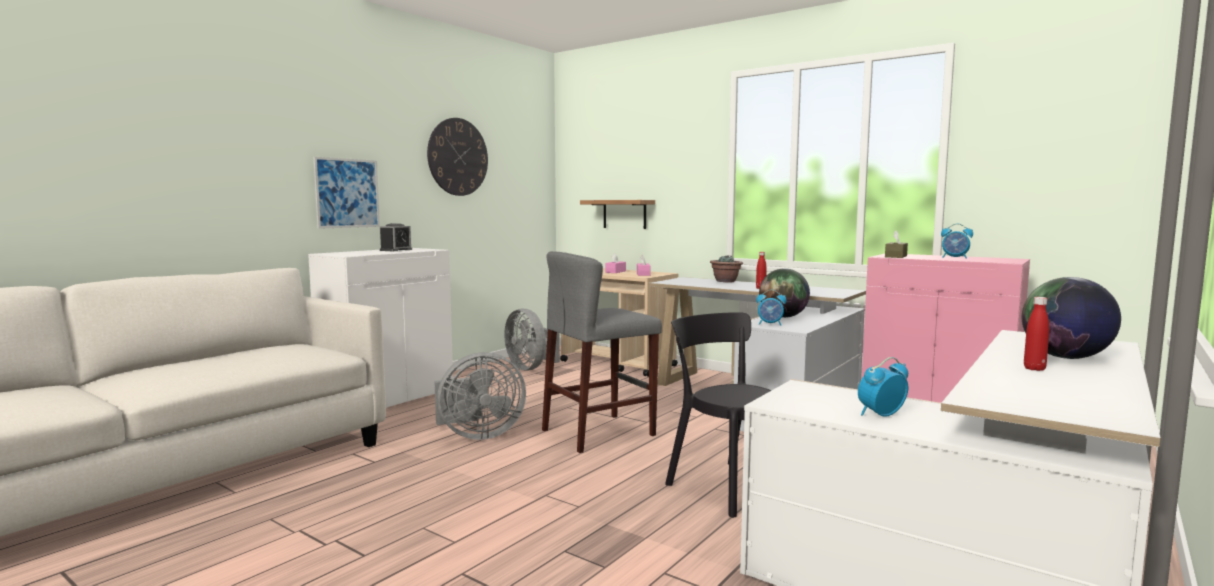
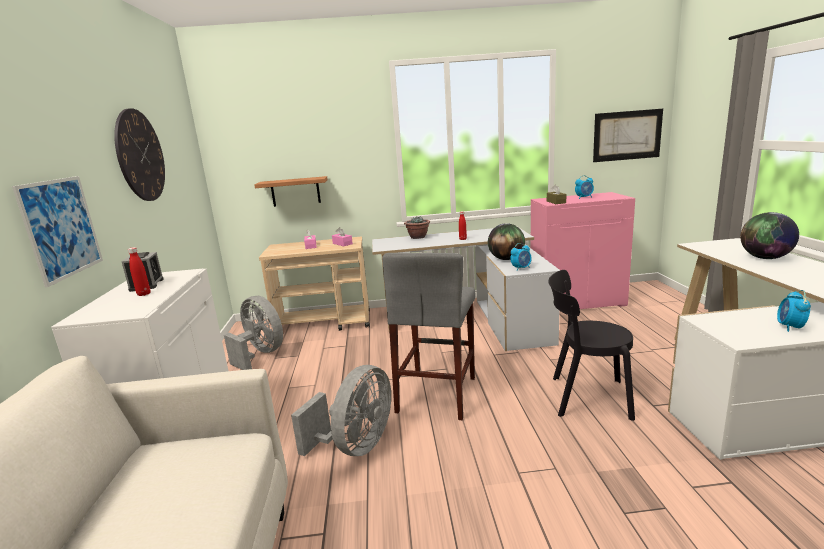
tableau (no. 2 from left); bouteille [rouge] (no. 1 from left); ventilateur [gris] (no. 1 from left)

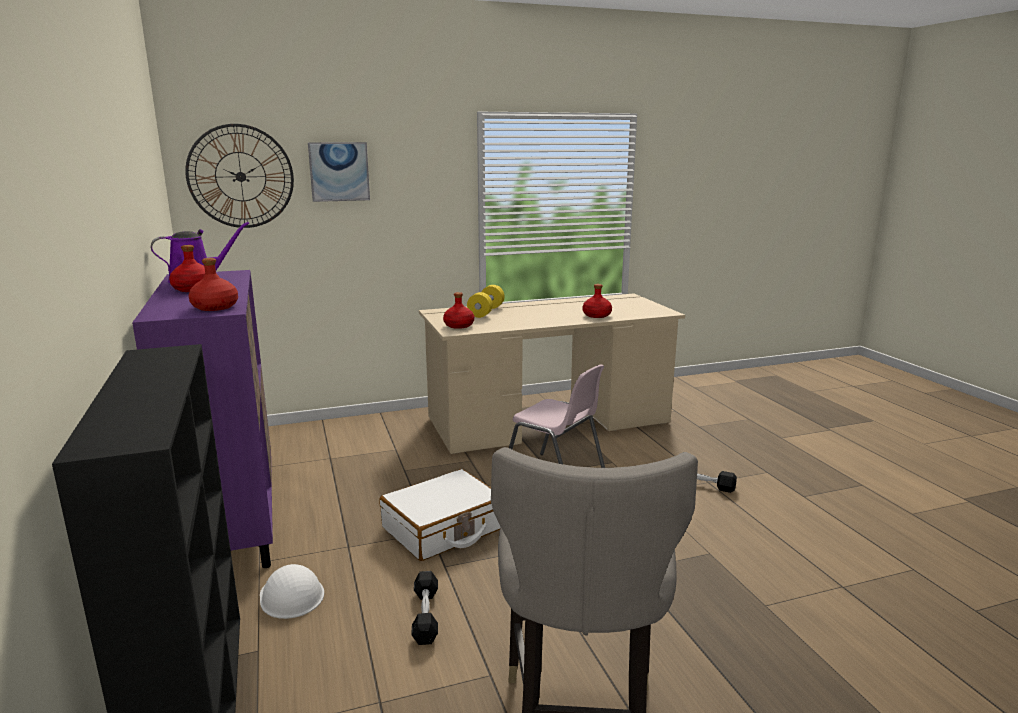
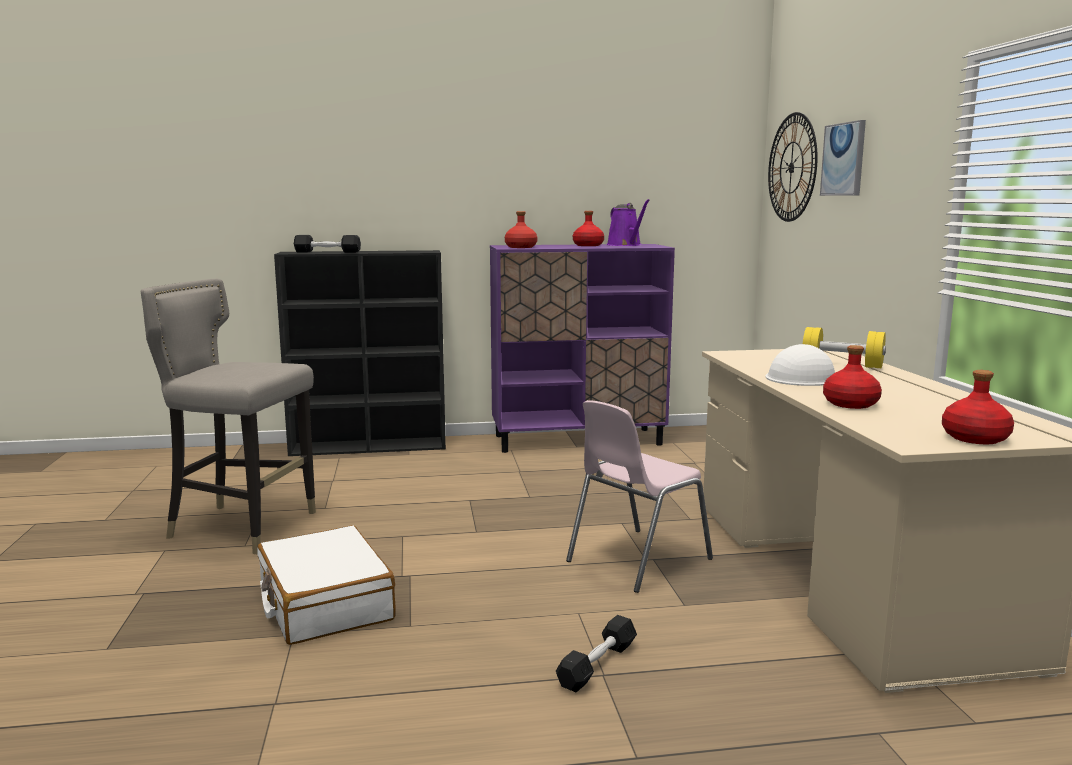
casque de chantier [blanc]; valise [blanc]; haltère [noir] (no. 1 from left); bouteille [rouge] (no. 4 from left)

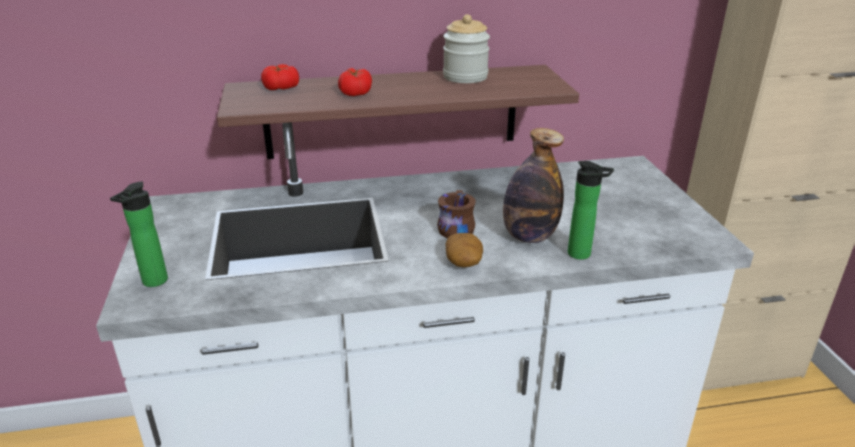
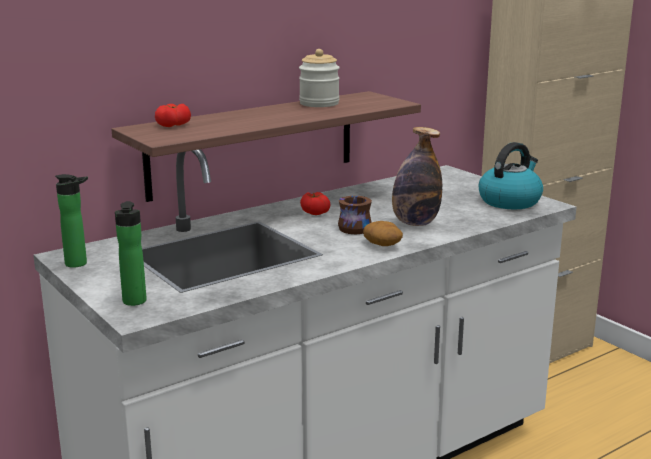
bouilloire; tomate (no. 2 from left); bouteille (no. 1 from left)

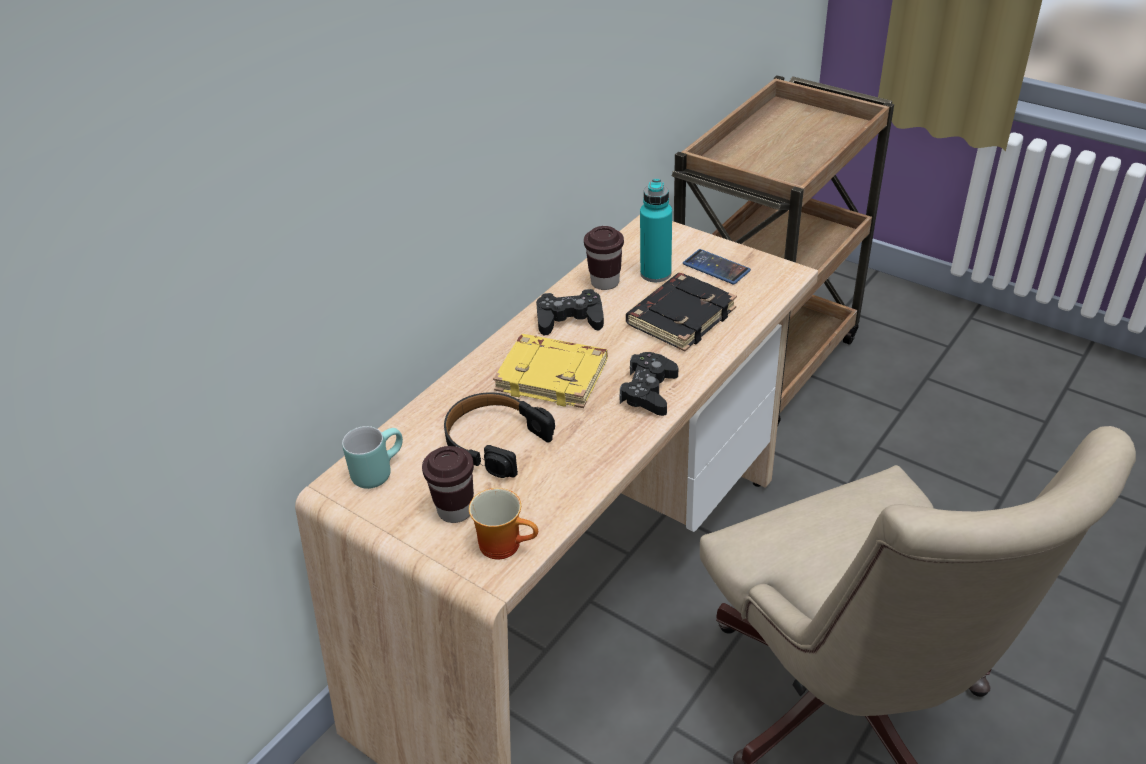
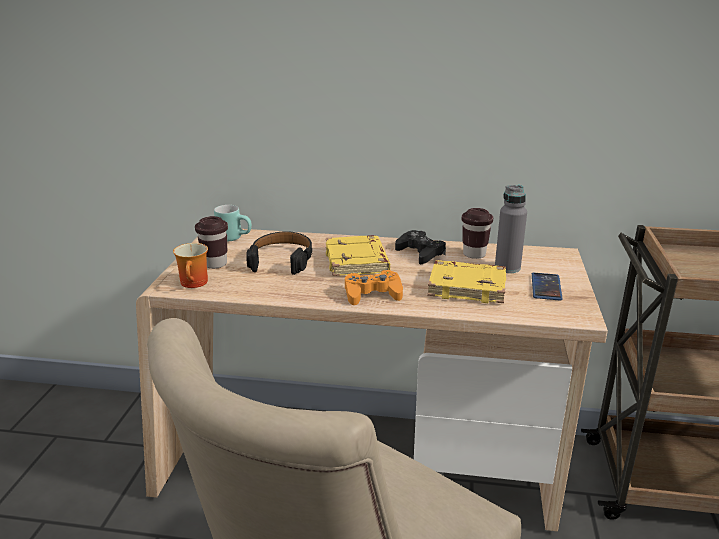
manette [orange]; livre [jaune] (no. 2 from left); bouteille [gris]

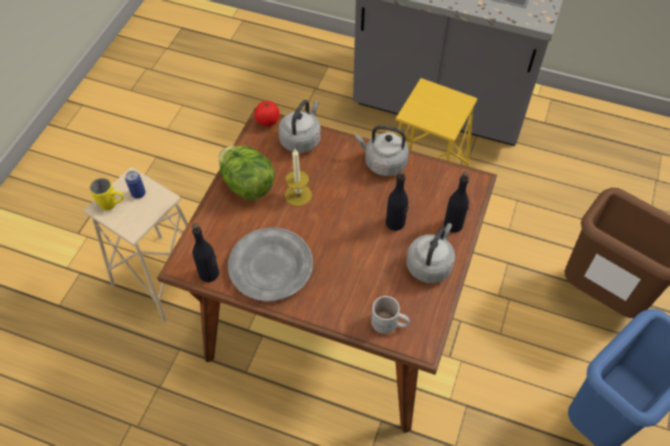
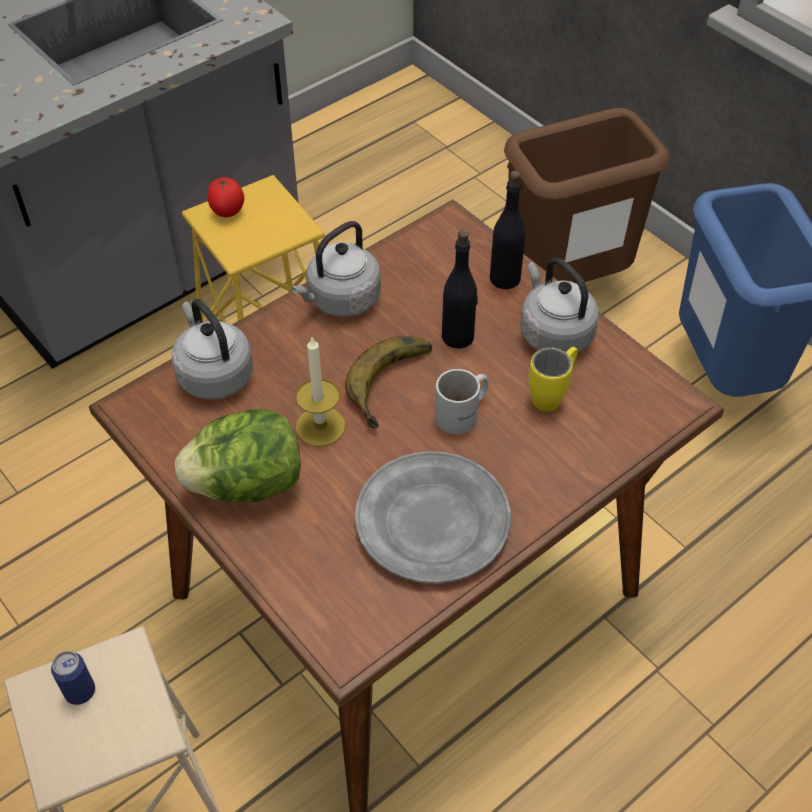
bouteille [noir] (no. 1 from left in the first image); banane; mug [jaune]; tomate; mug [blanc]

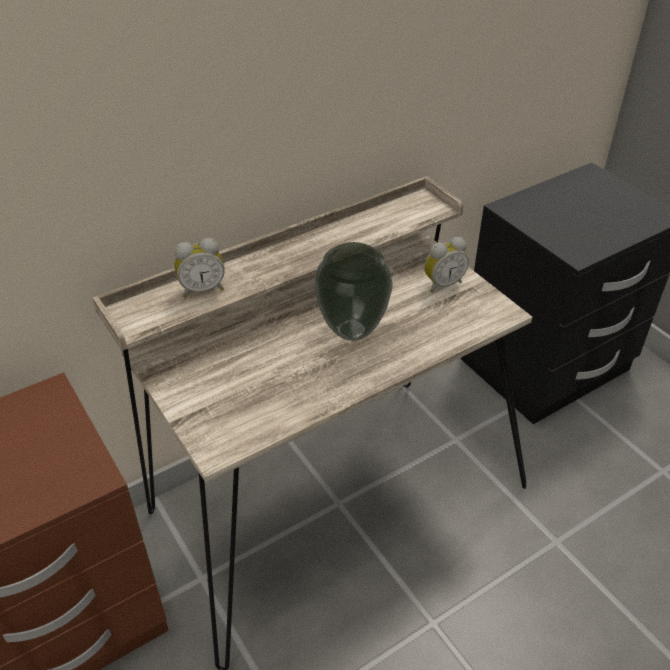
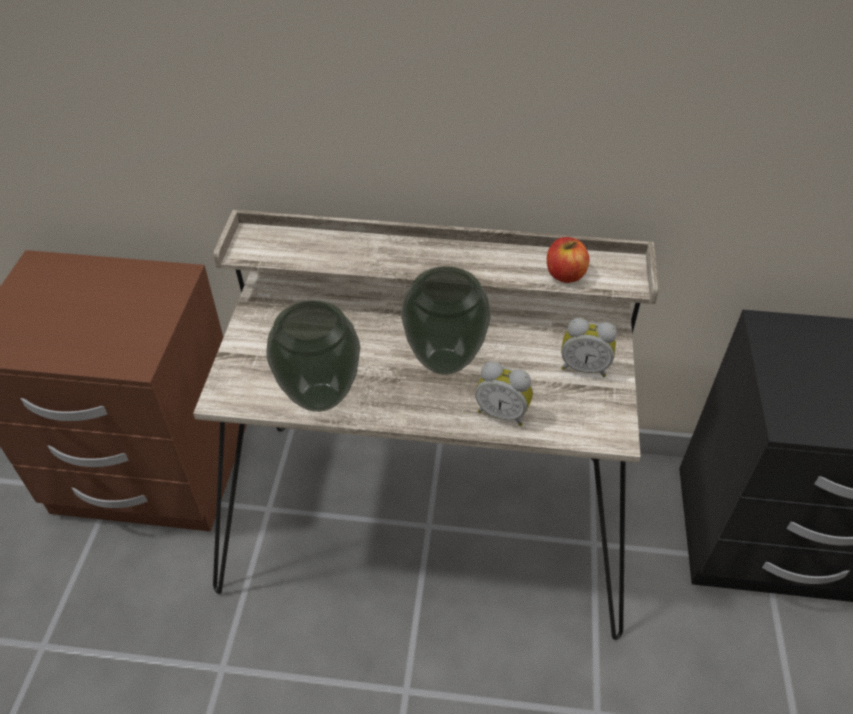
vase (no. 1 from left); pomme; réveil (no. 1 from left)

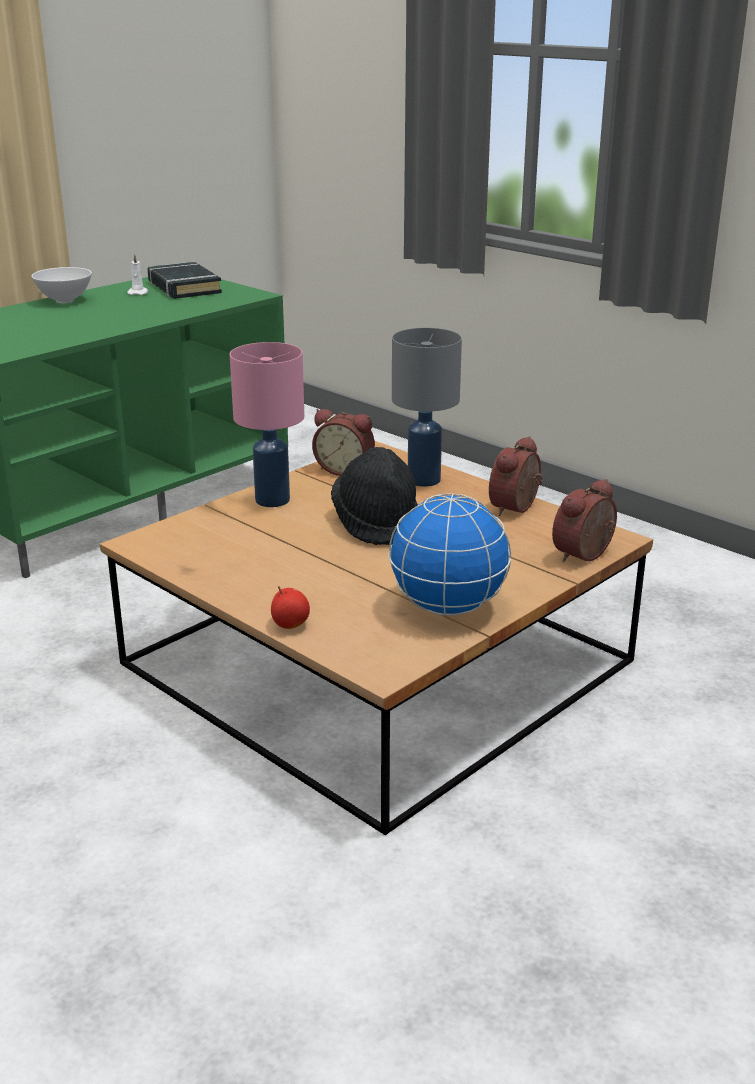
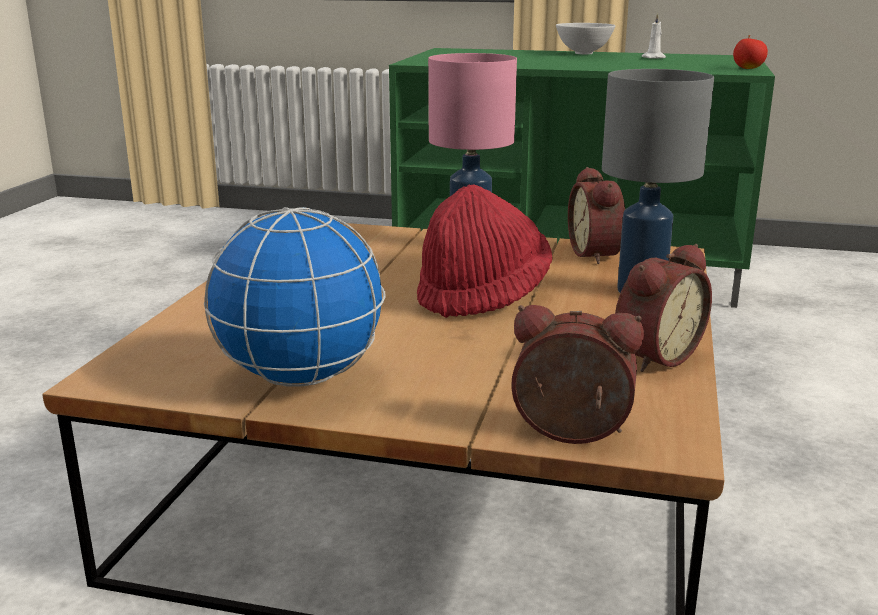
livre [noir]; pomme; chapeau [rouge]; réveil (no. 3 from left)

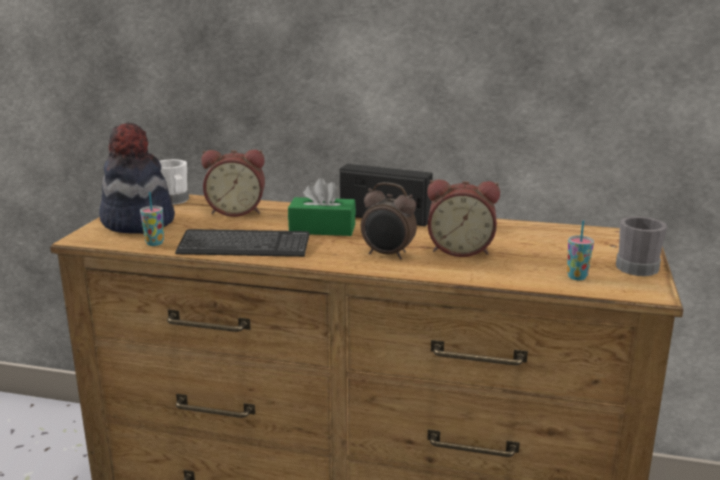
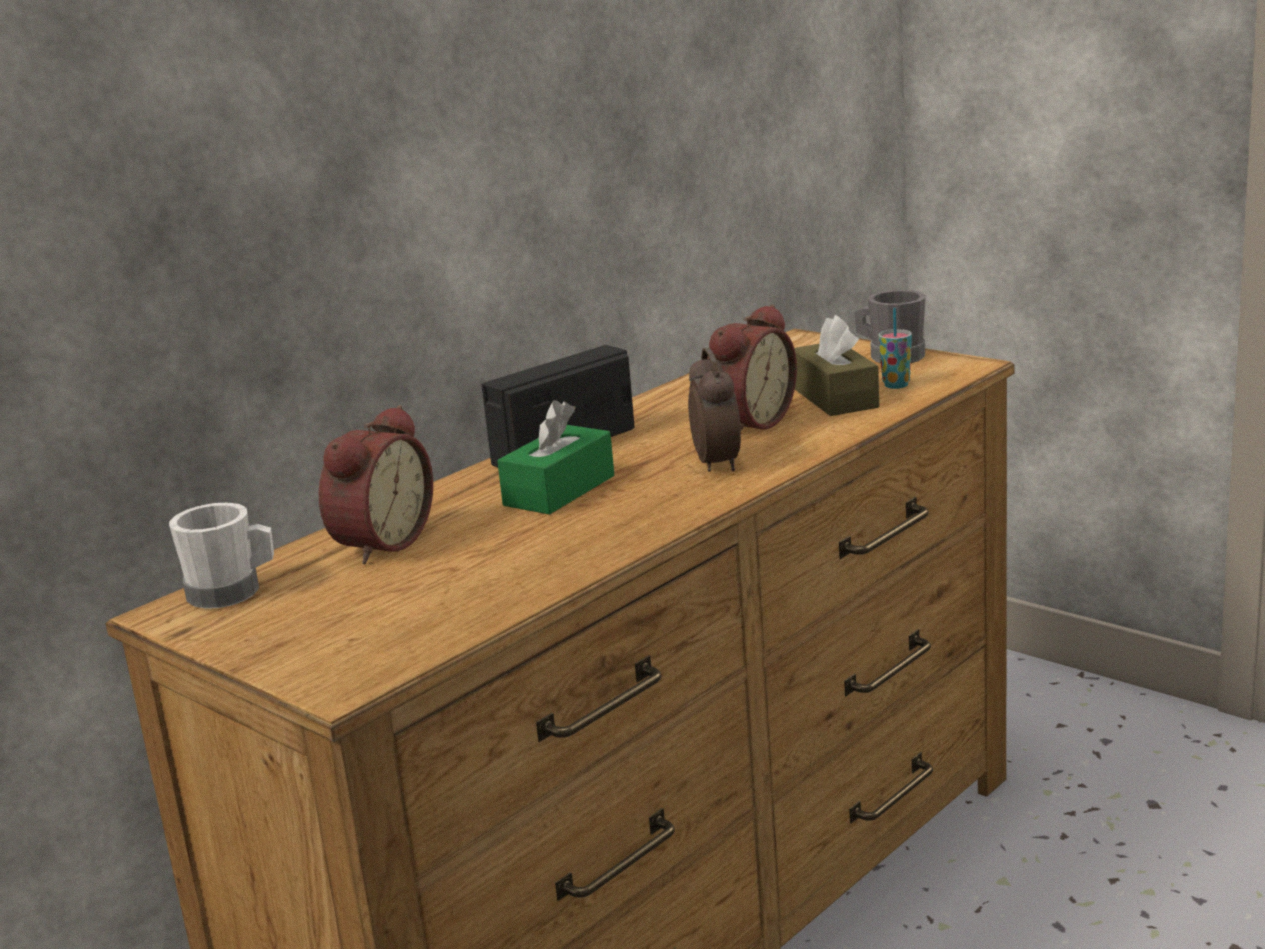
chapeau; tasse (no. 1 from left in the first image); clavier; boîte à mouchoirs [marron]; réveil (no. 2 from left)

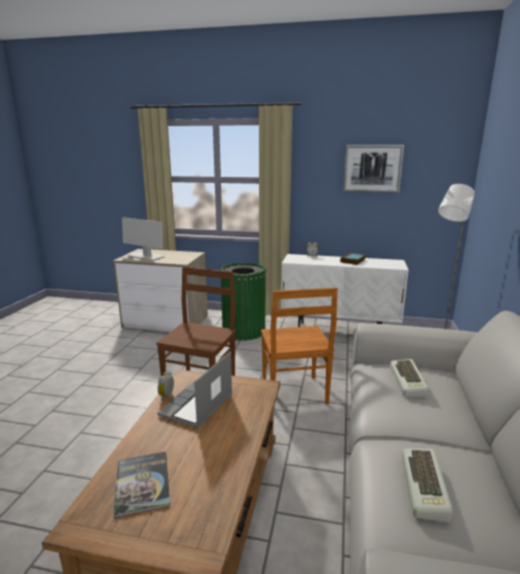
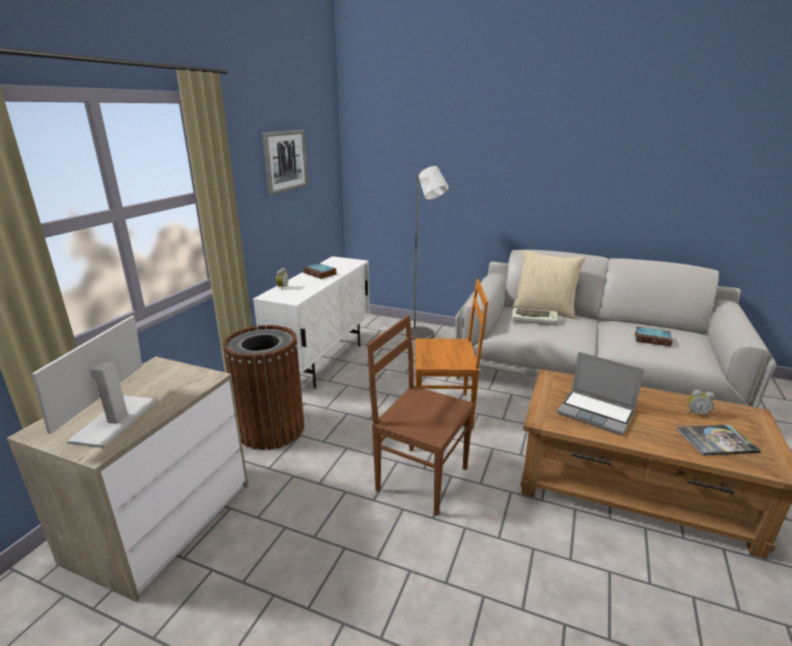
coussin [beige]; réveil (no. 2 from left); livre (no. 2 from left); poubelle [marron]; écran d'ordinateur

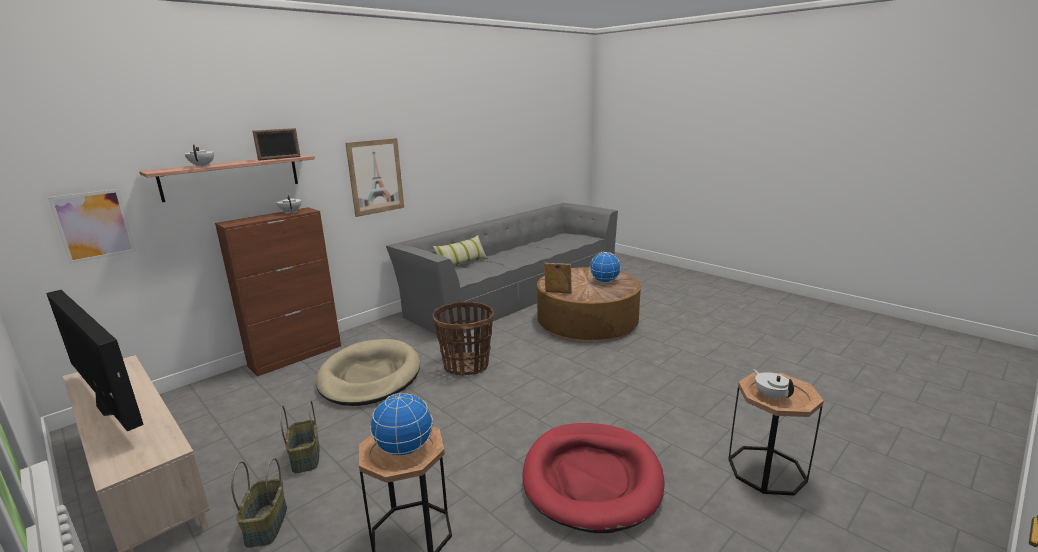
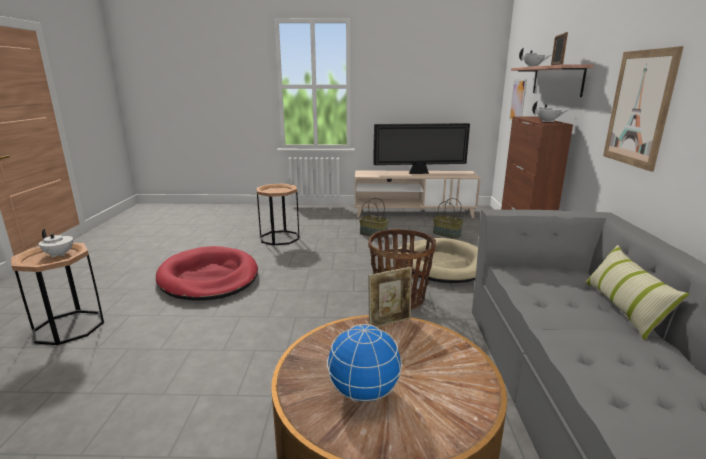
globe (no. 1 from left in the first image); panier (no. 3 from left)

